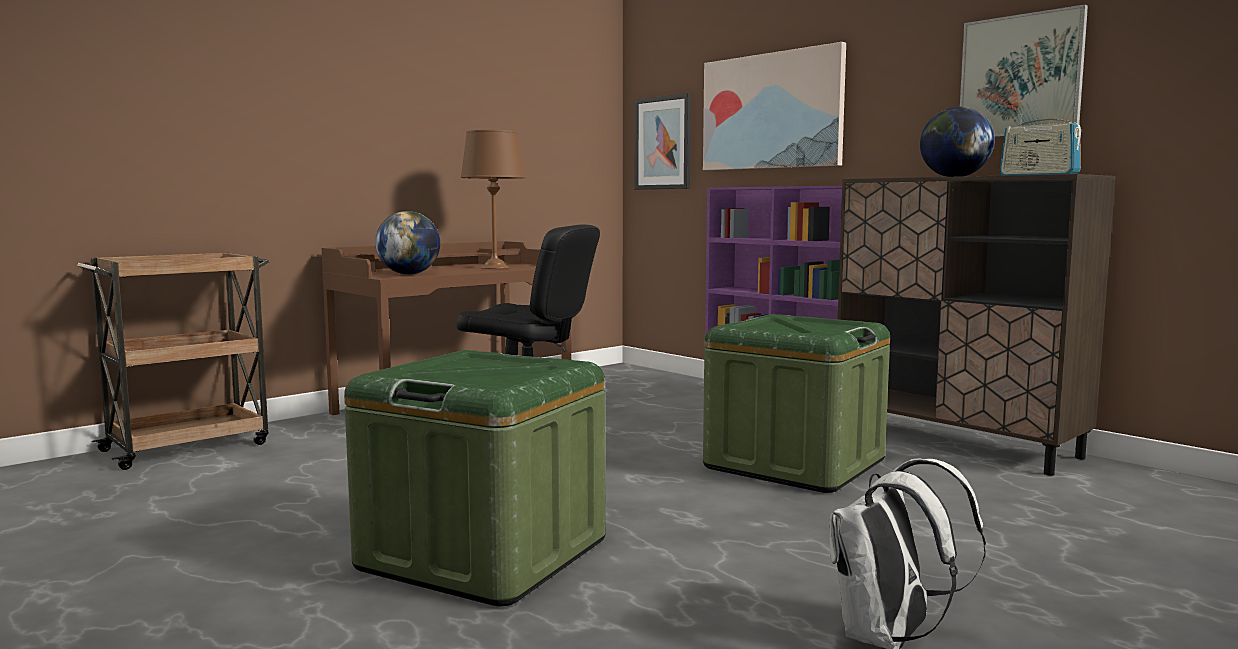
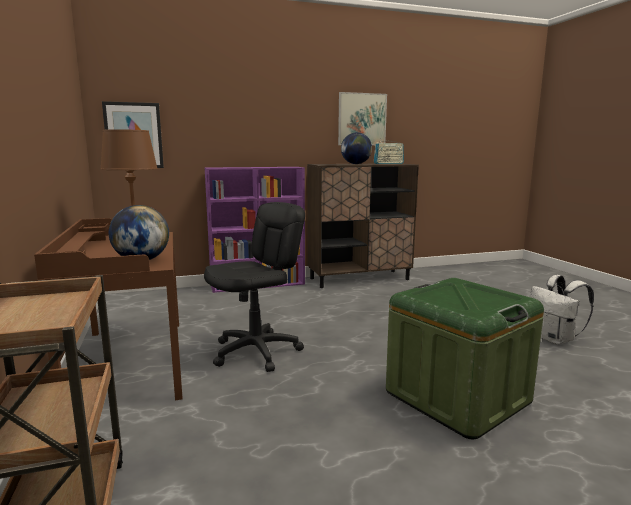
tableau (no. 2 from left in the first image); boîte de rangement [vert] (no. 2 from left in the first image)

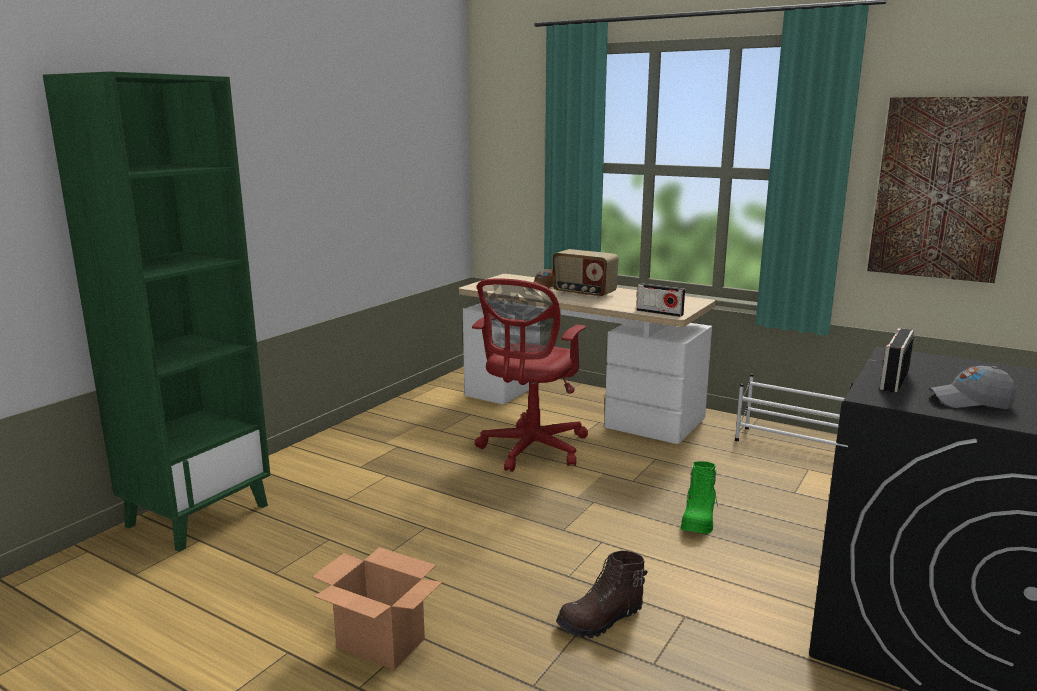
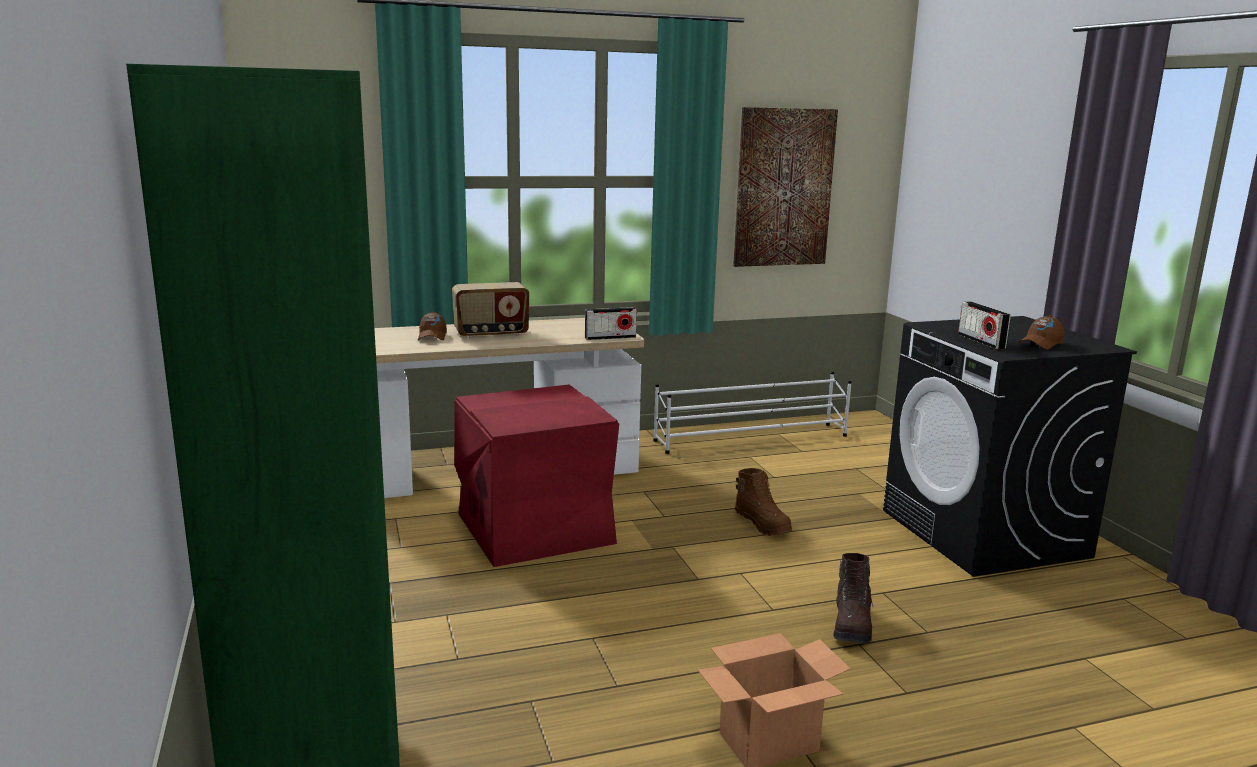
boîte de rangement [rouge]; botte [marron] (no. 1 from left); casquette [marron] (no. 2 from left)

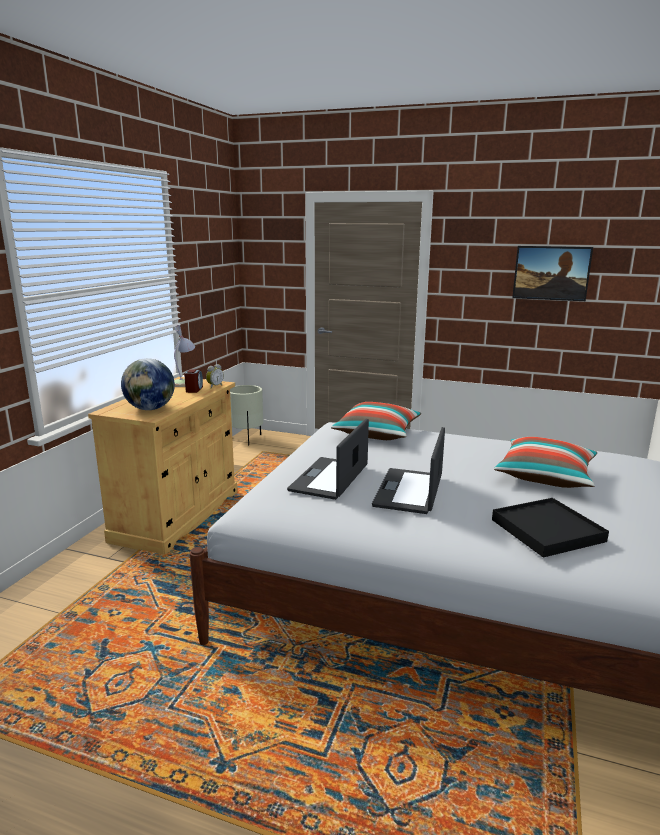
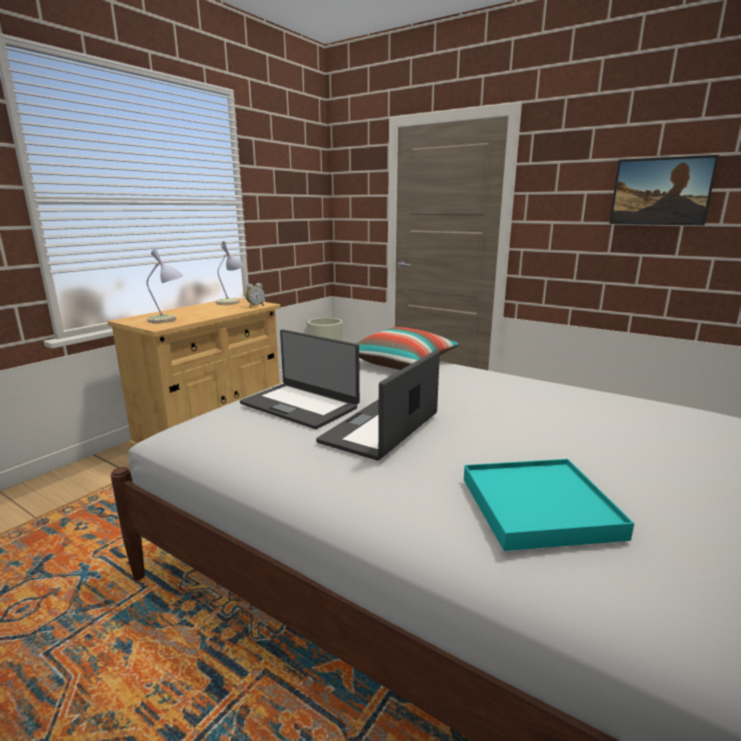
réveil (no. 1 from left in the first image); coussin (no. 2 from left in the first image); lampe de table (no. 1 from left); plateau [turquoise]; ordinateur portable (no. 1 from left)

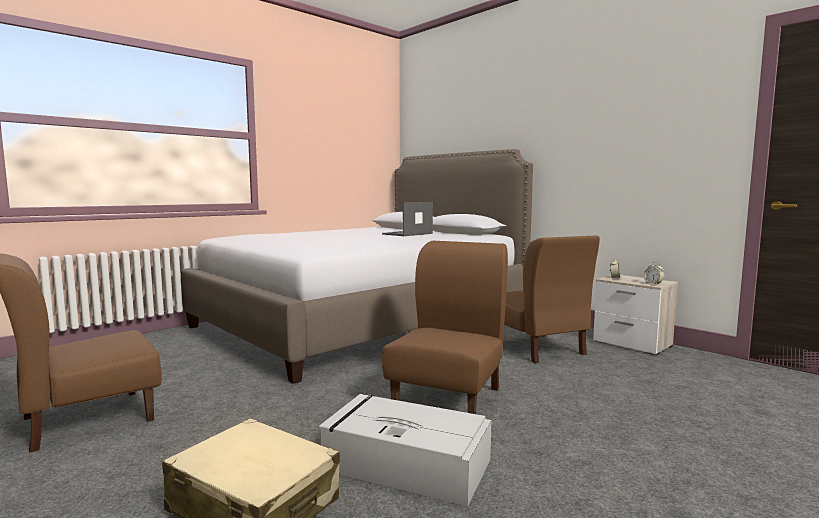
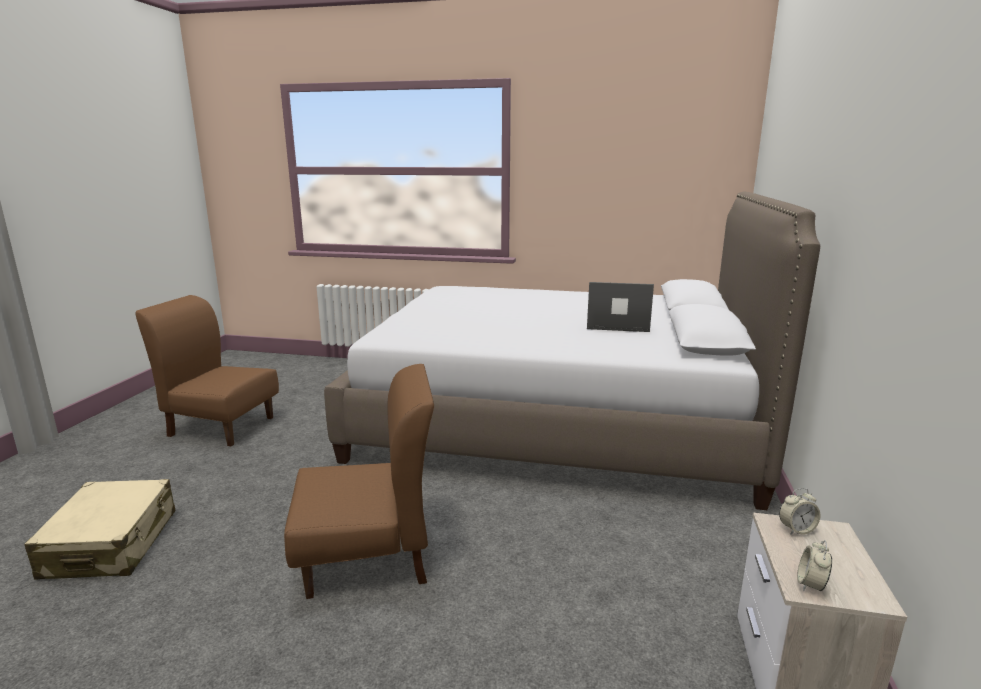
boîte de rangement [gris]; chaise [marron] (no. 3 from left in the first image)

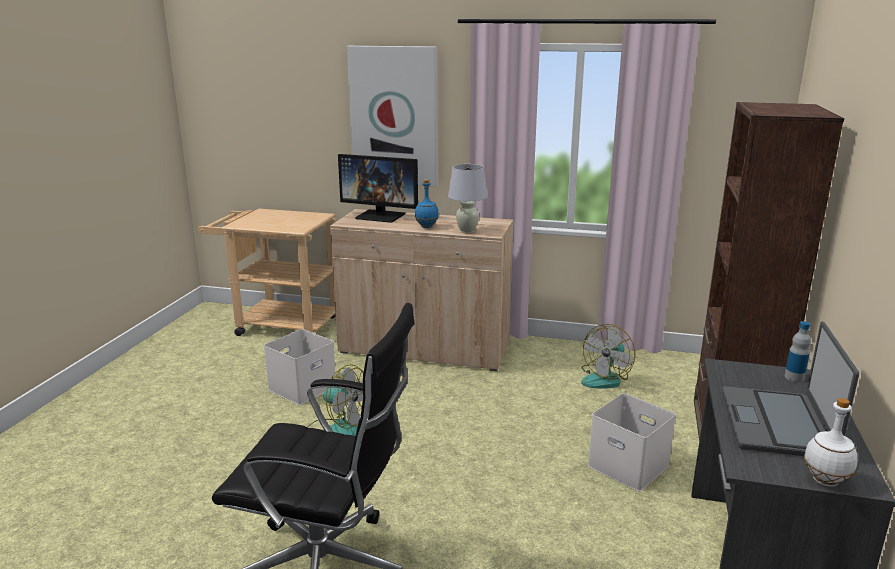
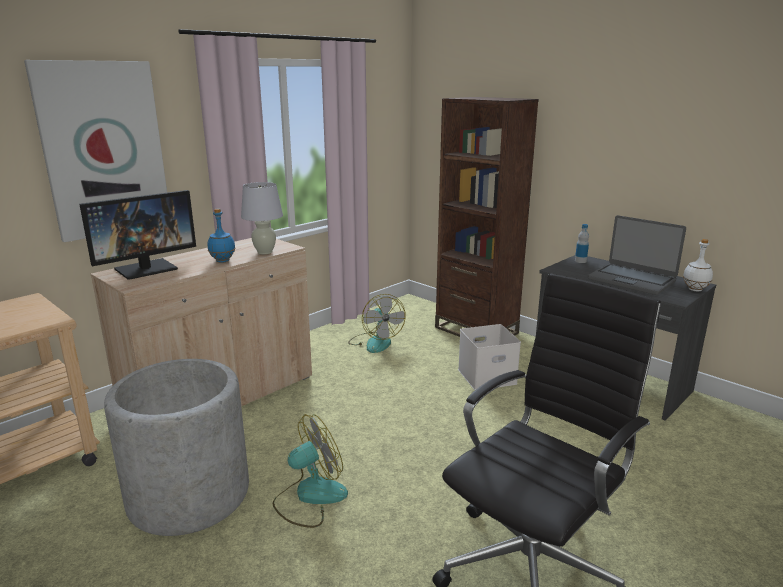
cache-pot [gris]

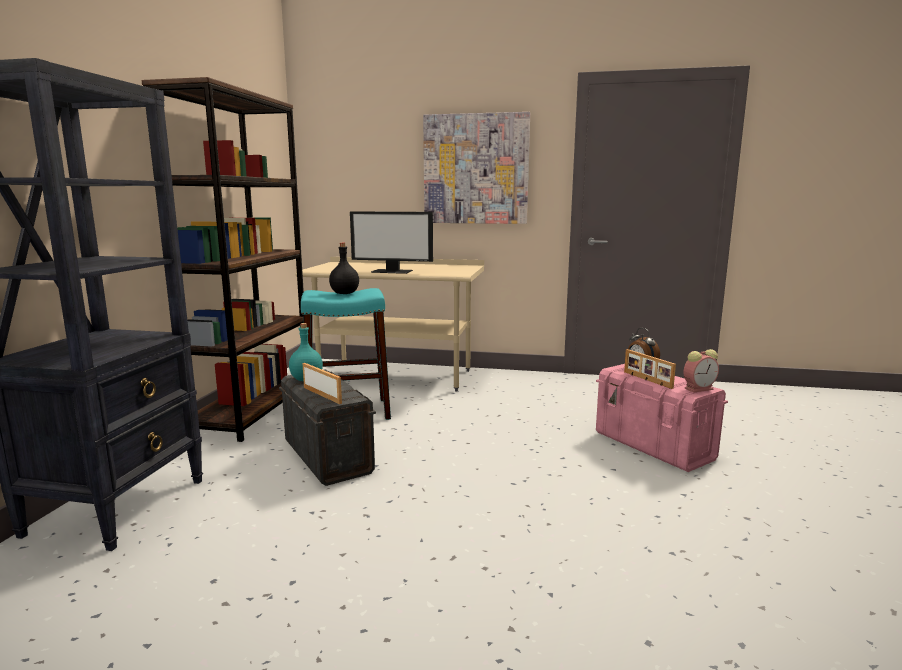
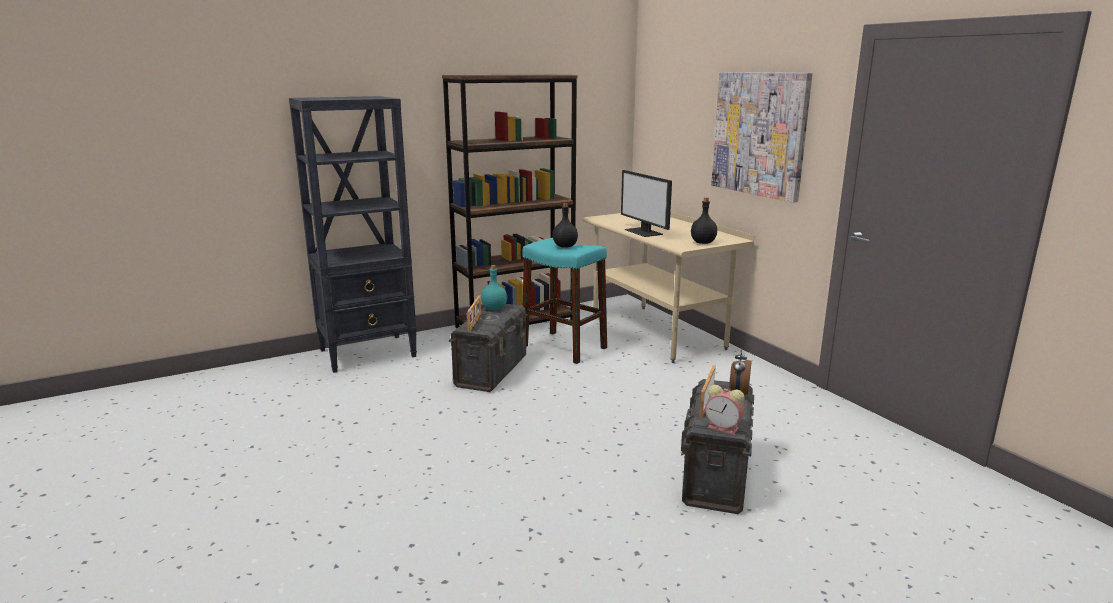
bouteille [noir] (no. 2 from left); boîte de rangement [gris] (no. 2 from left)

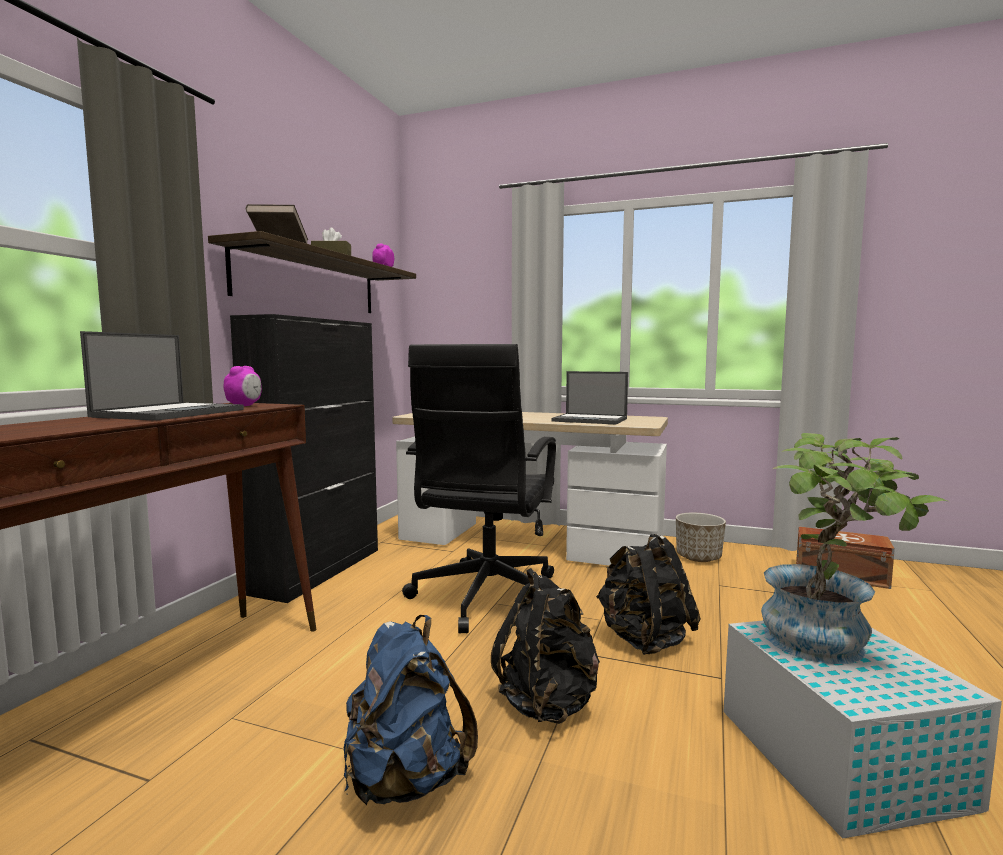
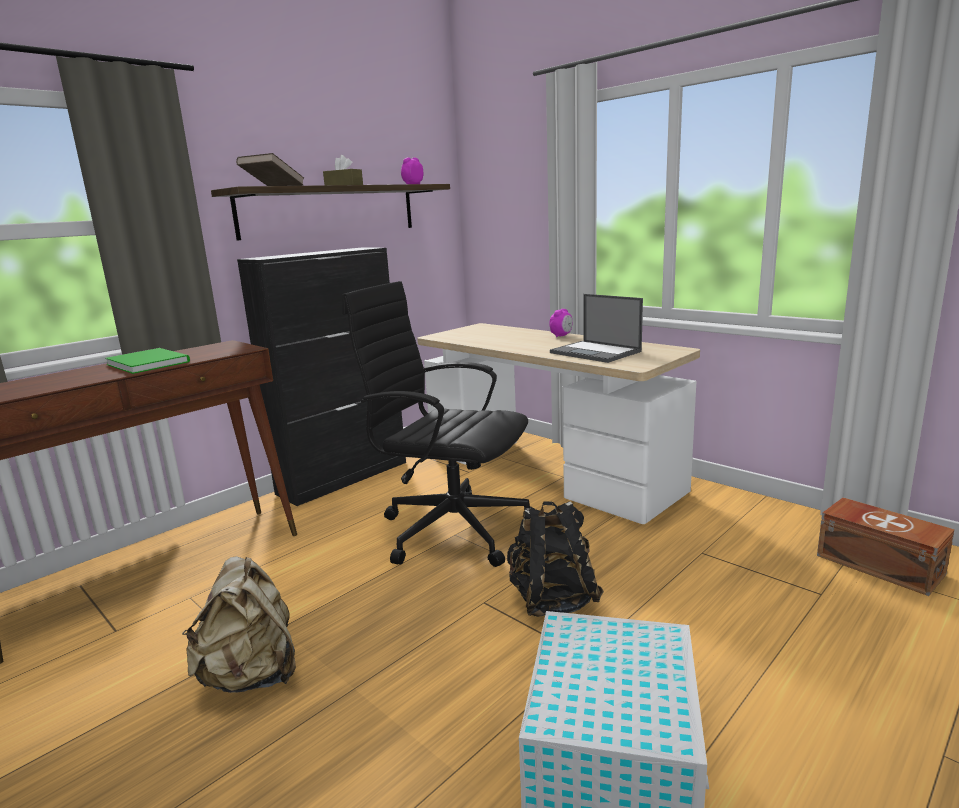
sac à dos [noir] (no. 1 from left in the first image); cache-pot; plante en pot; réveil (no. 2 from left); livre [vert]; sac à dos [beige]; chaise de bureau [noir]

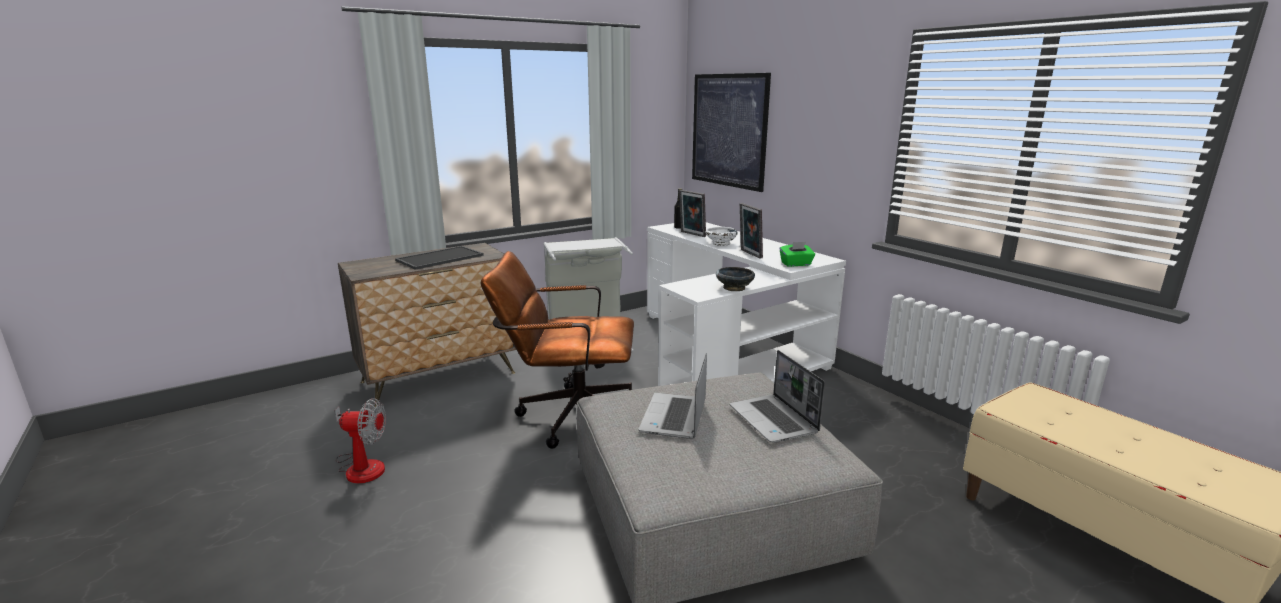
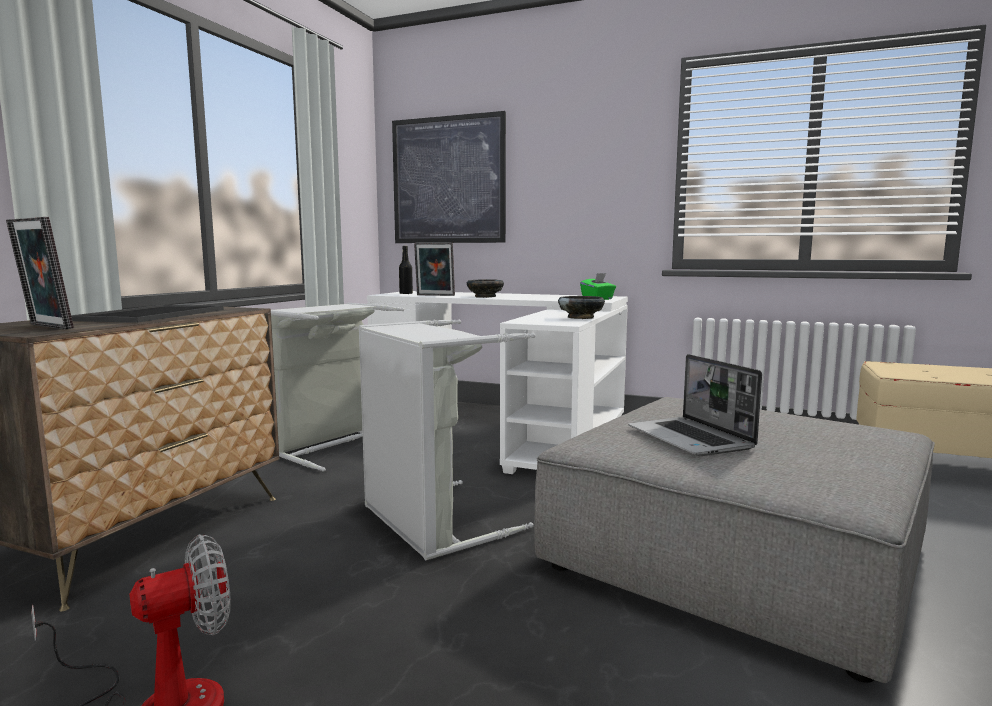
ordinateur portable (no. 2 from left in the first image); cadre photo (no. 1 from left); panier à linge [gris] (no. 2 from left); bol [noir] (no. 1 from left)

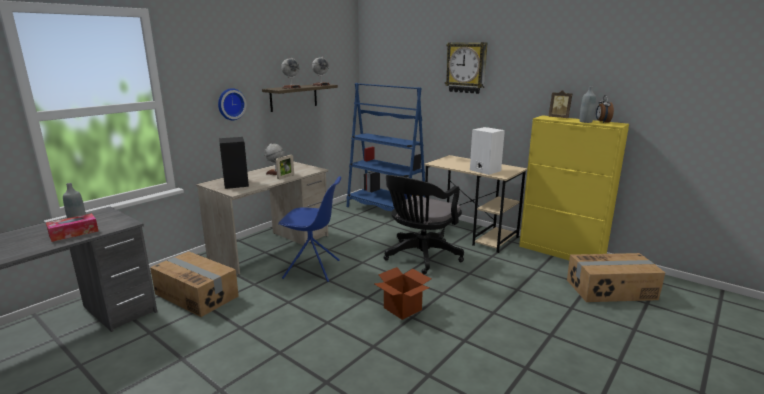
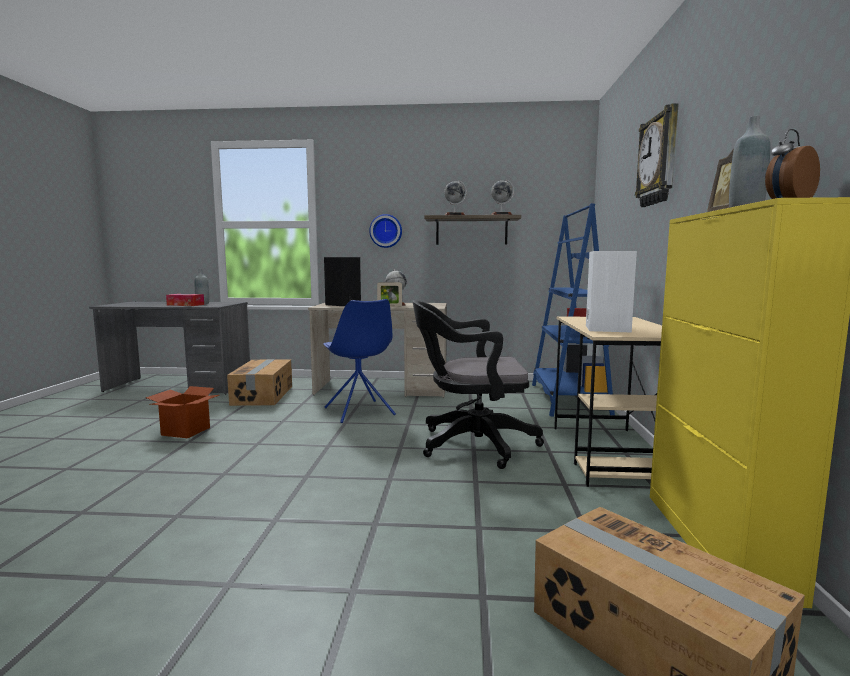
carton (no. 1 from left)

